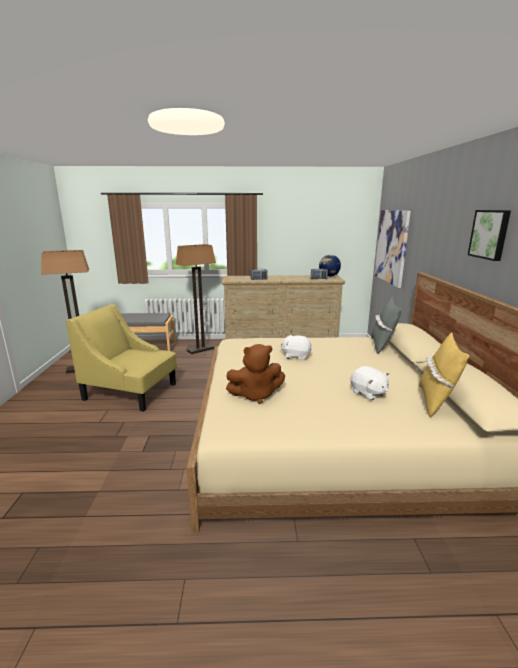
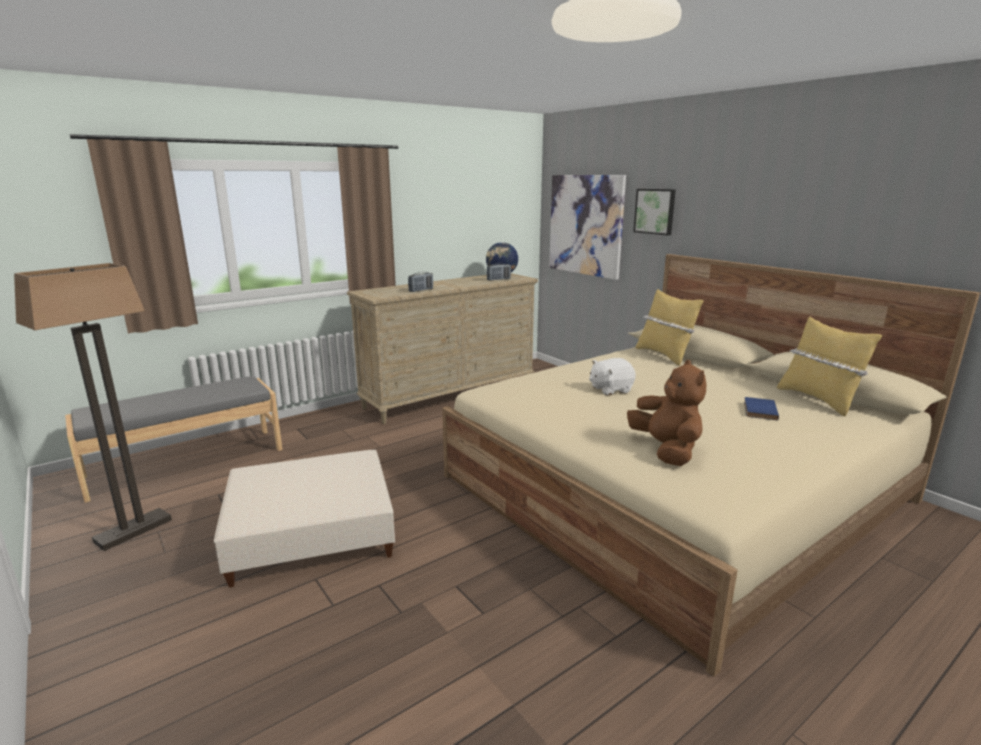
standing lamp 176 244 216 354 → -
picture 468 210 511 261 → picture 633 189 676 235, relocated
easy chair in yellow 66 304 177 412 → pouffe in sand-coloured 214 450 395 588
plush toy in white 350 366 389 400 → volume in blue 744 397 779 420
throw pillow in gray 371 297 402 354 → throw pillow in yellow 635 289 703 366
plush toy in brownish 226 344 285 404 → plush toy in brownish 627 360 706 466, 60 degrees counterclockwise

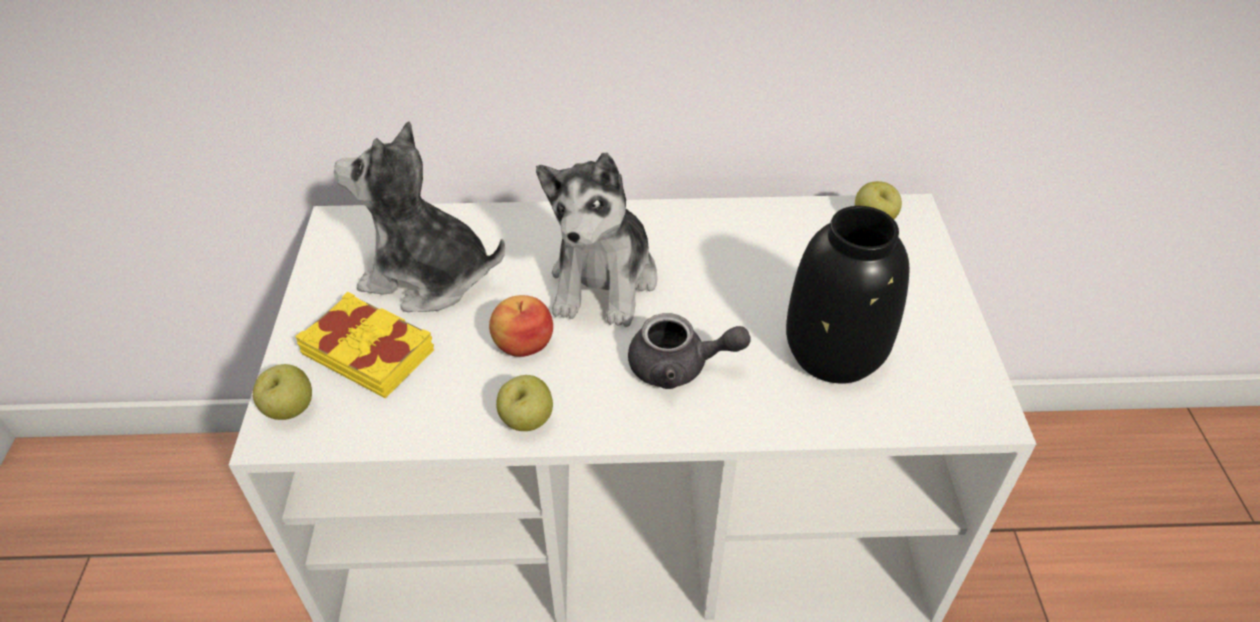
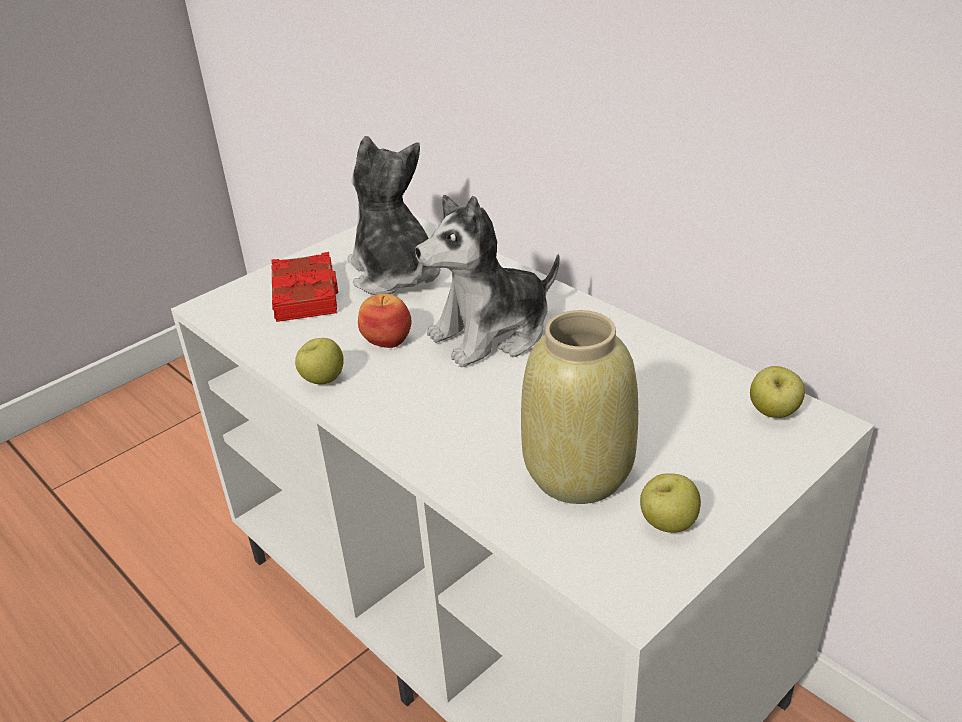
teapot in gray 628 313 751 389 → -
apple fruit 253 364 312 420 → apple fruit 640 473 701 533, relocated
volume in yellow 295 292 434 398 → volume in red 272 252 338 322
decorative vase in black 786 206 909 384 → decorative vase in sand-coloured 521 310 638 504

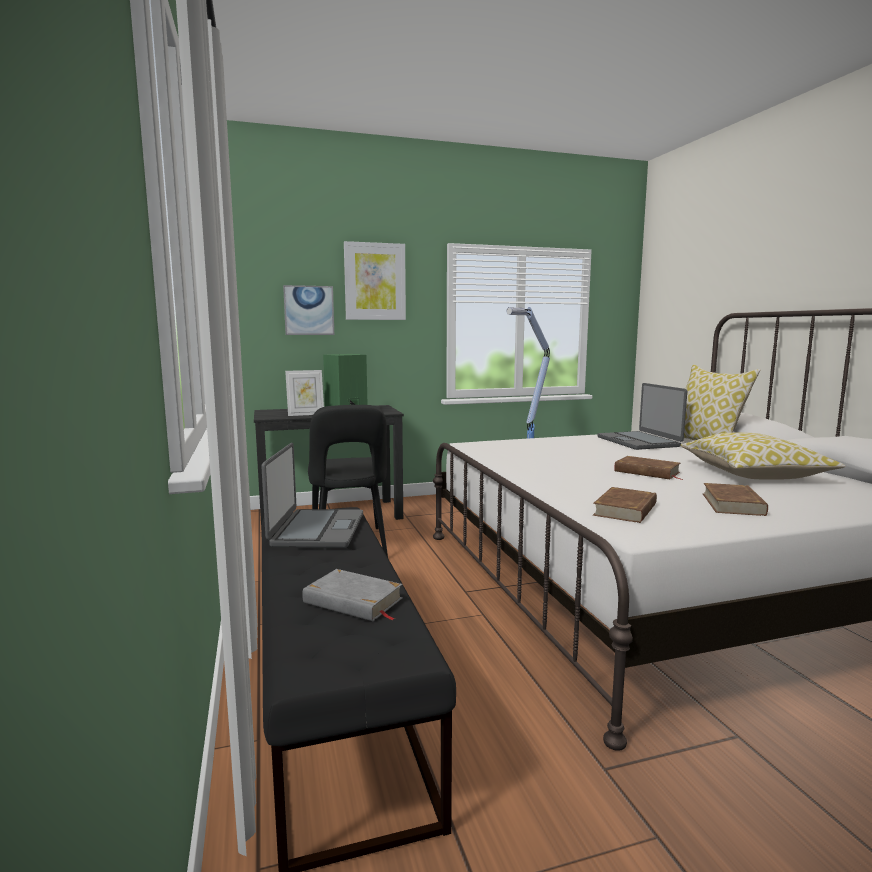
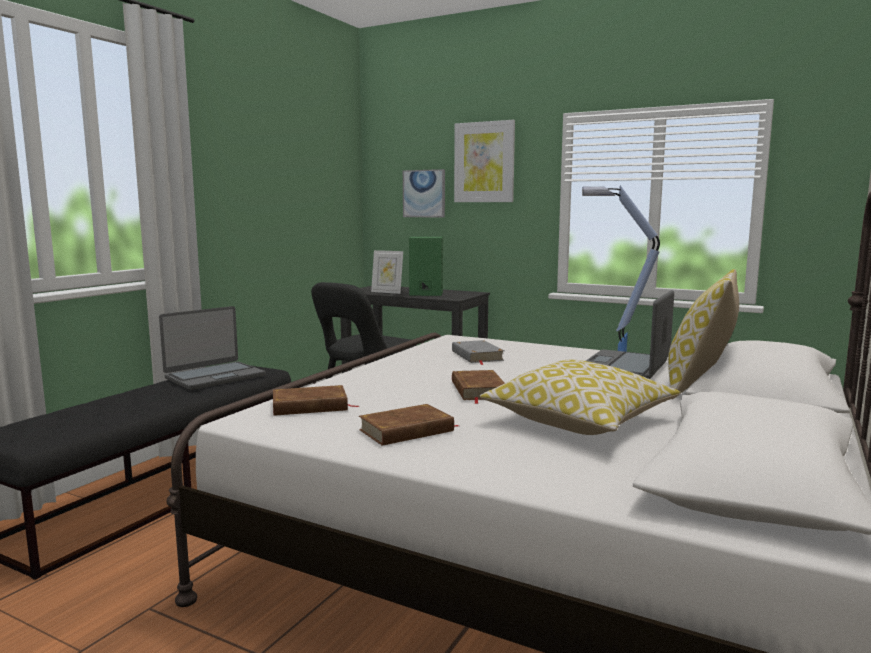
volume in gray 302 569 403 621 → volume in gray 452 340 504 365, relocated

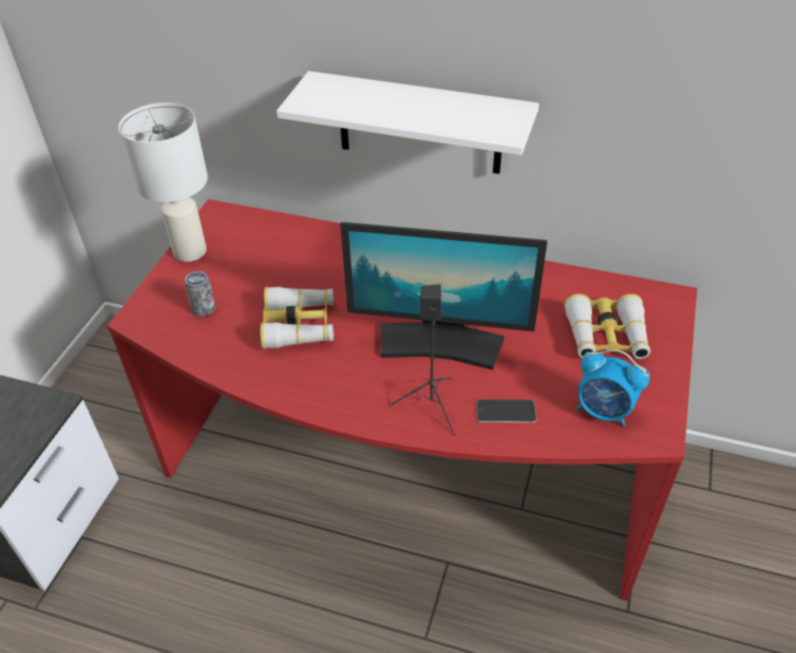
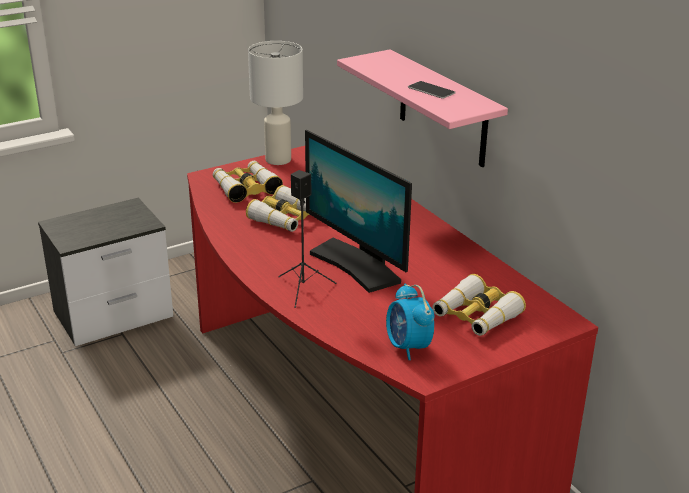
handset 476 400 537 423 → handset 408 81 456 99, relocated
sealed can 185 271 216 316 → pair of binoculars 213 161 283 203
wall shelf in white 277 71 539 174 → wall shelf in pink-coloured 337 49 508 167

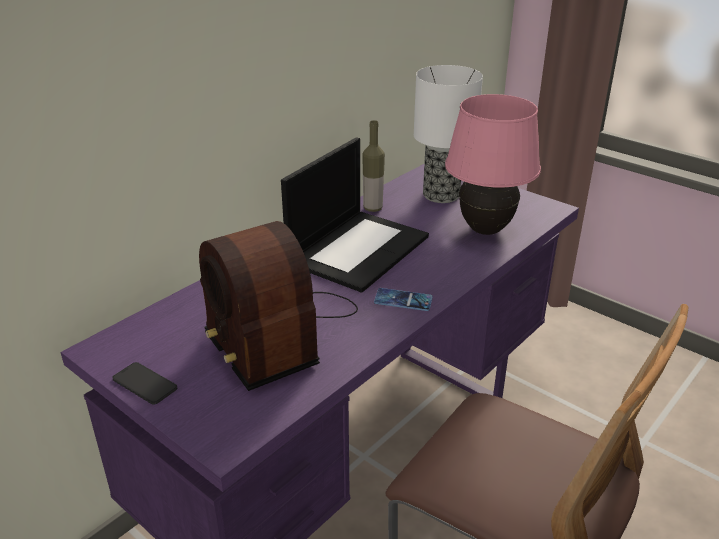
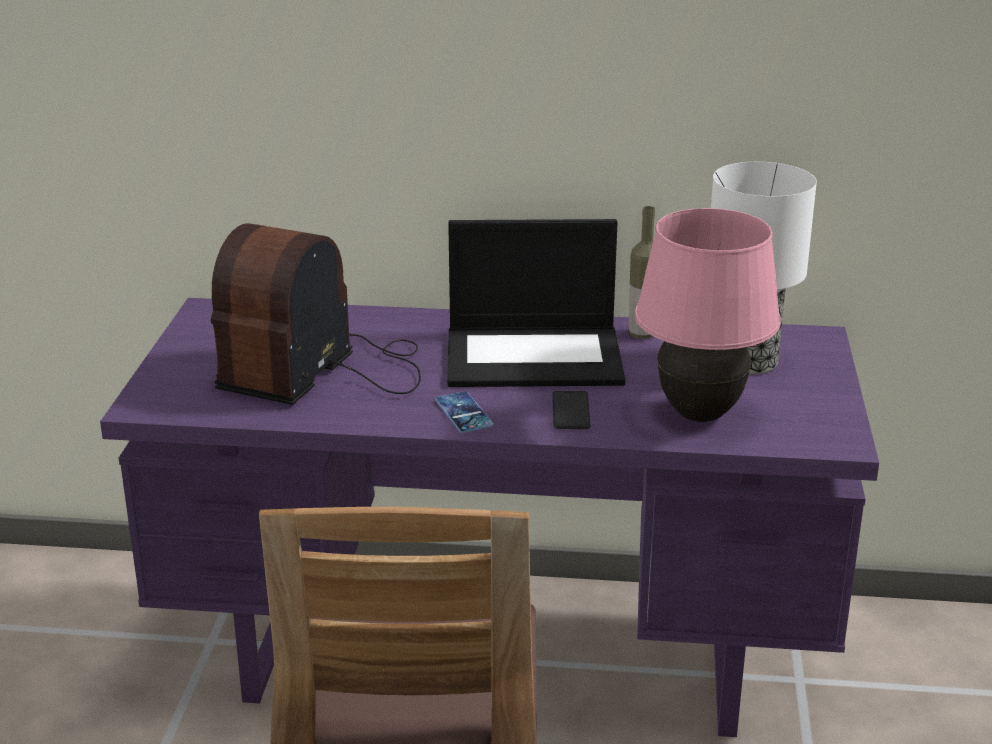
handset 112 362 177 405 → handset 552 391 591 429, relocated

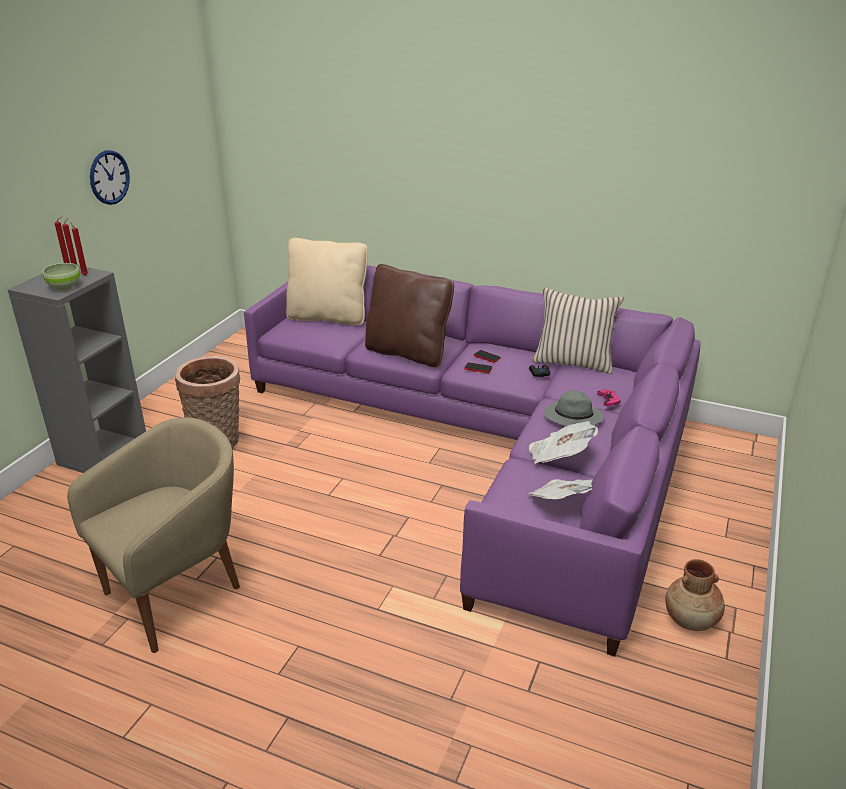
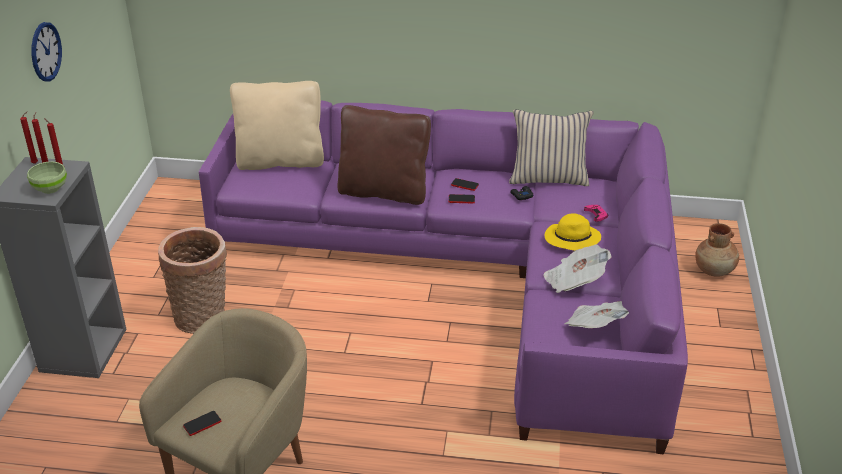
- → handset 183 411 221 436
decorative vase in brownish 666 559 725 631 → decorative vase in brownish 695 223 739 277, relocated
clothing hat in gray 544 390 604 426 → clothing hat in yellow 545 213 601 250

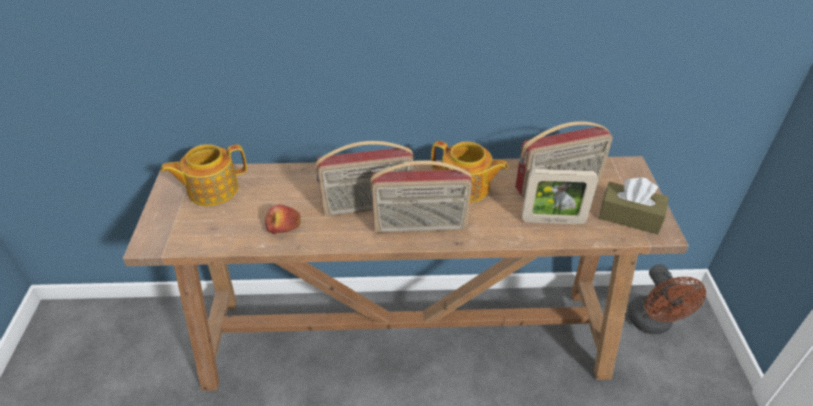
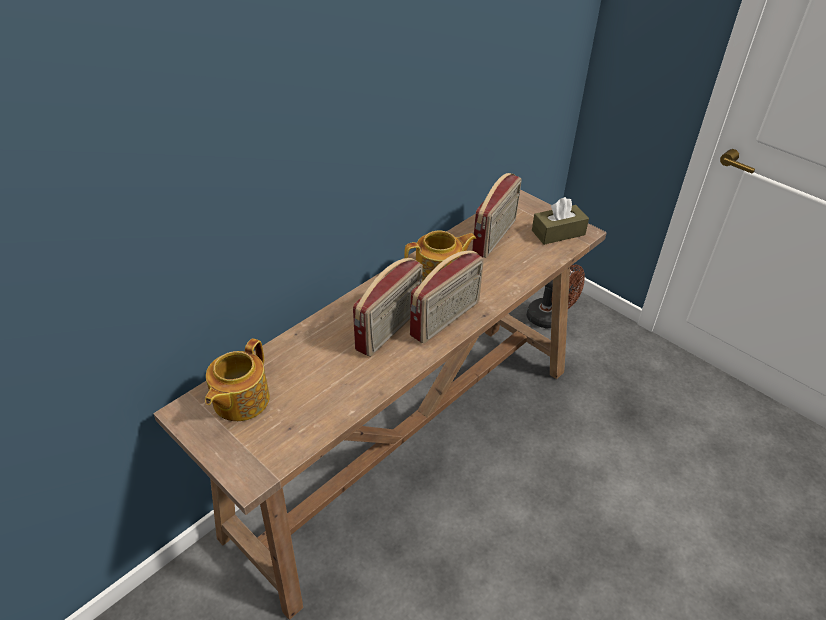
apple fruit 265 205 301 234 → -
picture frame 522 169 598 224 → -

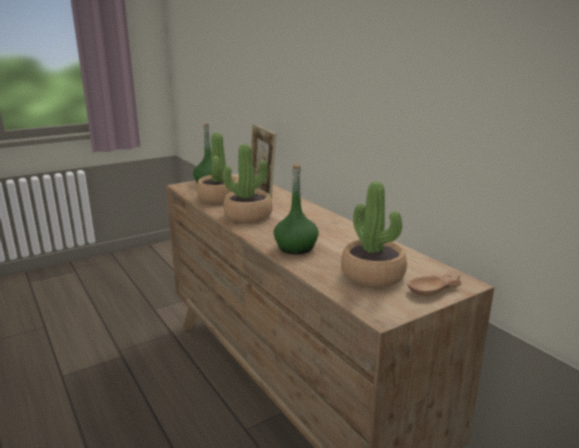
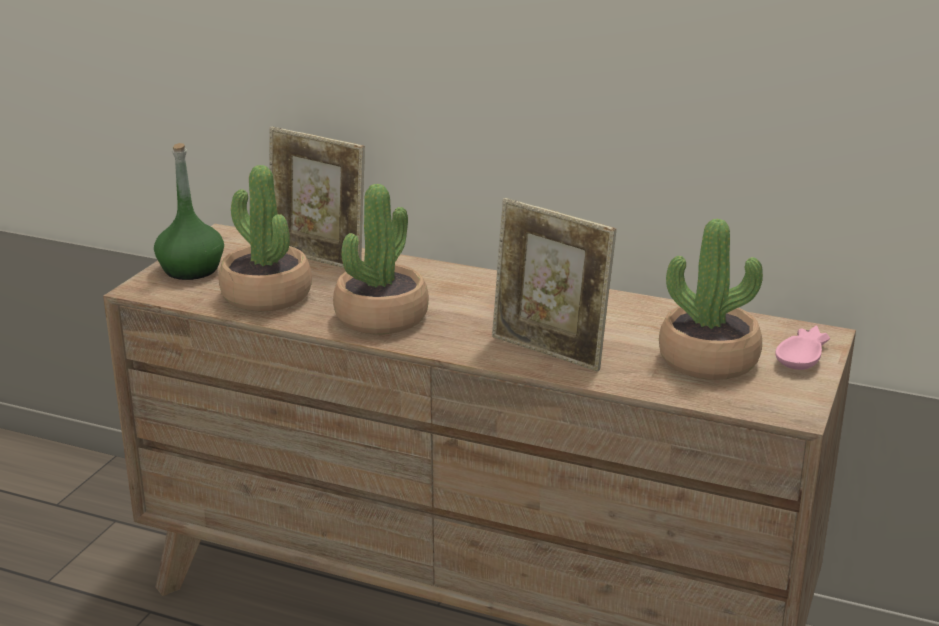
beverage bottle in green-coloured 274 164 319 254 → picture frame 492 198 616 372
deep dish in brownish 407 274 462 296 → deep dish in pink-coloured 775 325 830 370

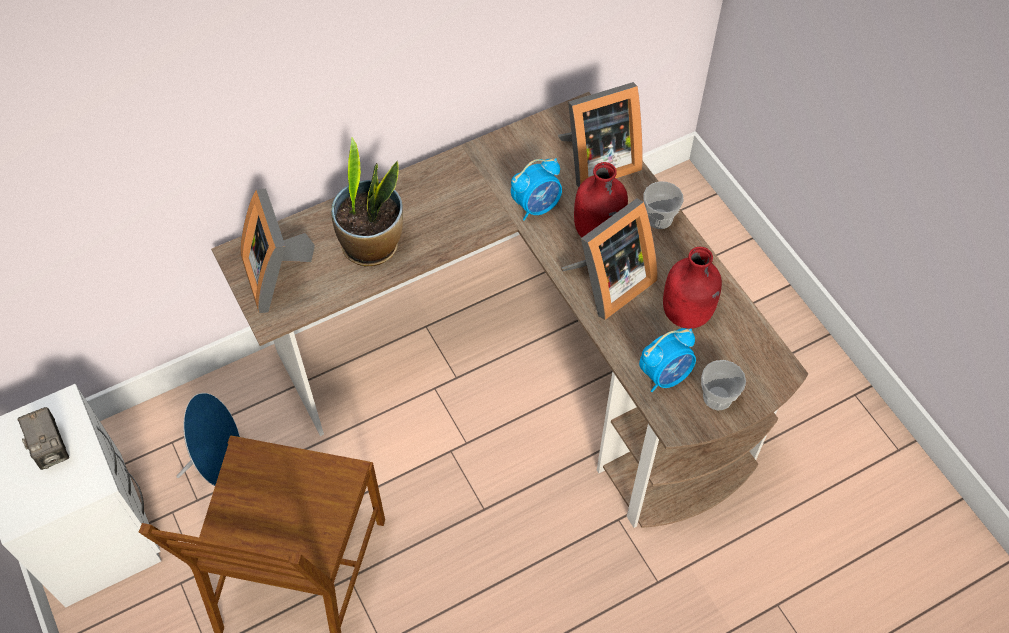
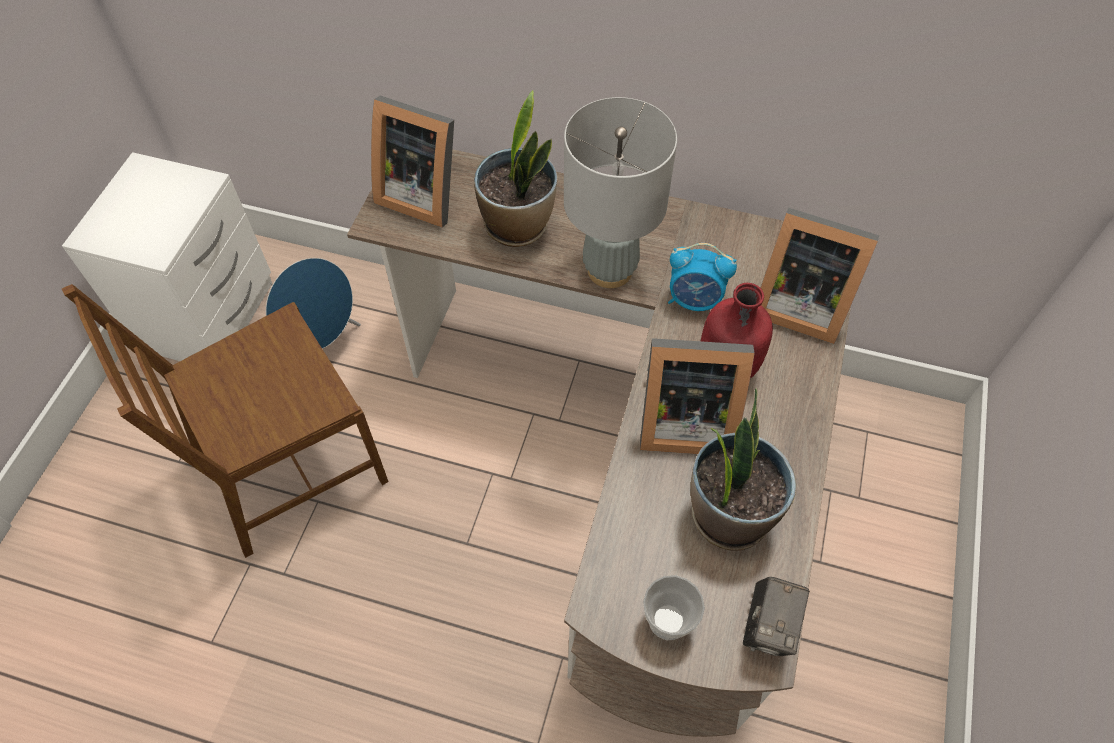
table clock 639 328 696 392 → -
small cup 643 181 684 229 → -
- → lamp for a table in gray 564 97 677 288
still camera 18 407 69 470 → still camera 743 577 810 656, relocated
beverage bottle in red 663 247 722 329 → potted plant 691 388 796 551
picture frame 240 189 315 313 → picture frame 371 95 454 228, 90 degrees counterclockwise

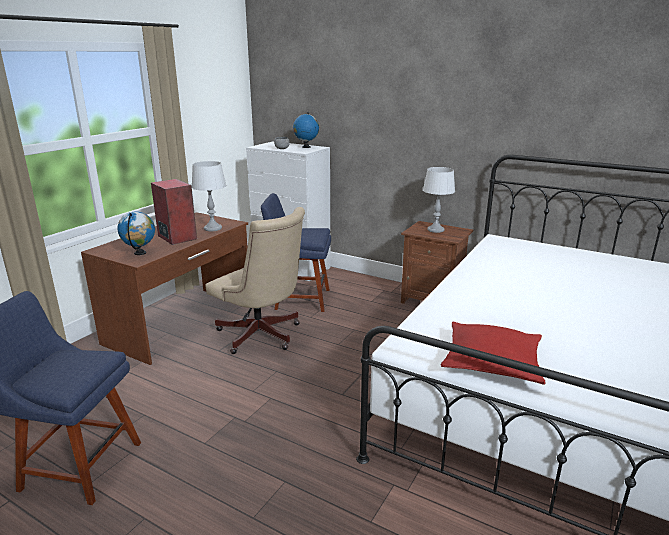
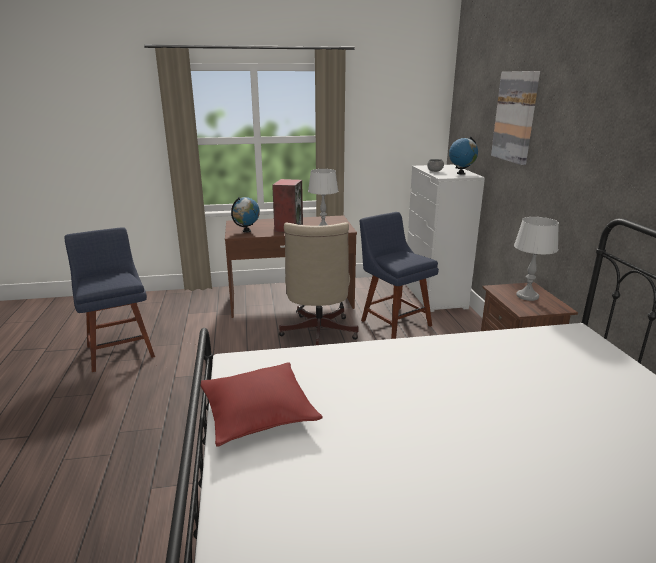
- → picture 491 71 540 165

